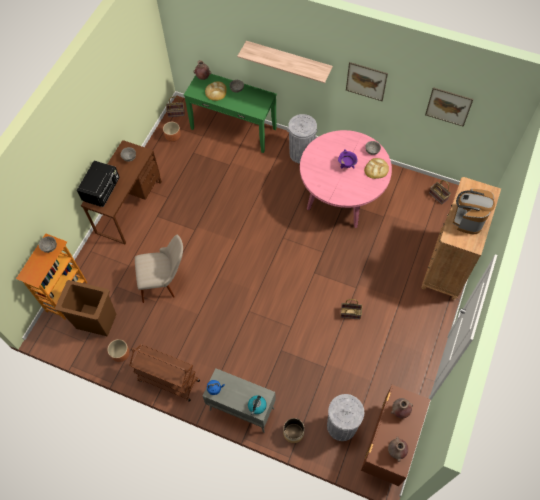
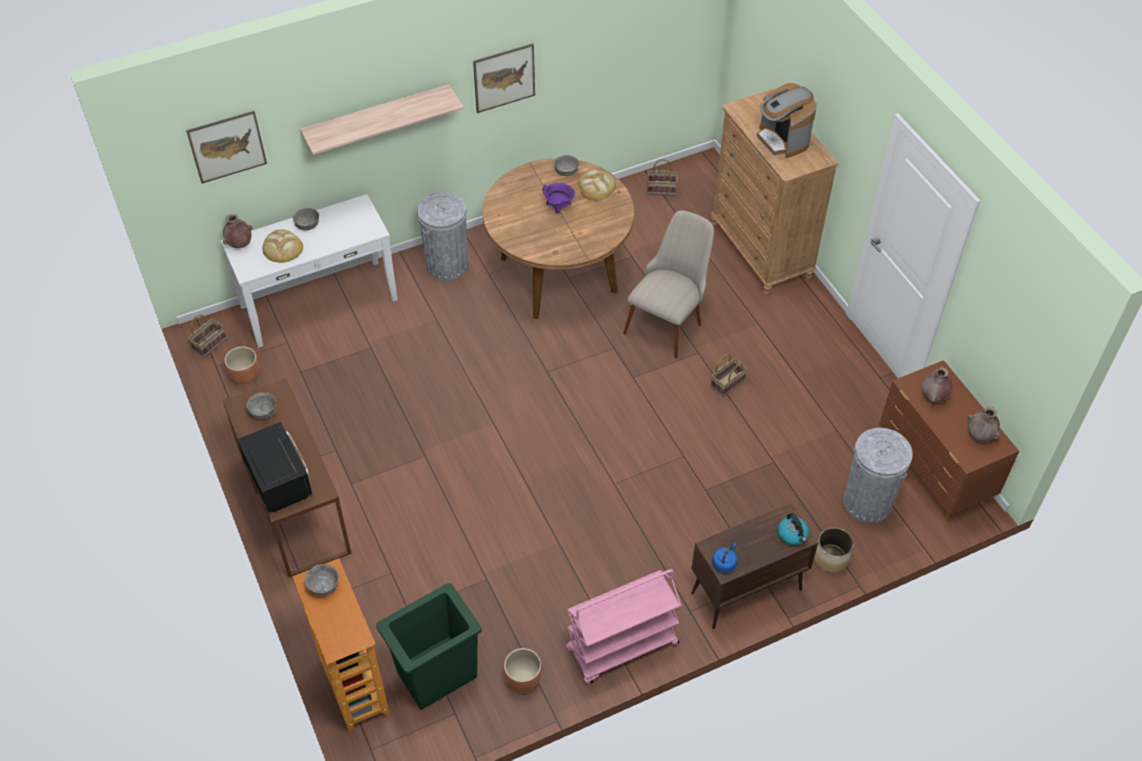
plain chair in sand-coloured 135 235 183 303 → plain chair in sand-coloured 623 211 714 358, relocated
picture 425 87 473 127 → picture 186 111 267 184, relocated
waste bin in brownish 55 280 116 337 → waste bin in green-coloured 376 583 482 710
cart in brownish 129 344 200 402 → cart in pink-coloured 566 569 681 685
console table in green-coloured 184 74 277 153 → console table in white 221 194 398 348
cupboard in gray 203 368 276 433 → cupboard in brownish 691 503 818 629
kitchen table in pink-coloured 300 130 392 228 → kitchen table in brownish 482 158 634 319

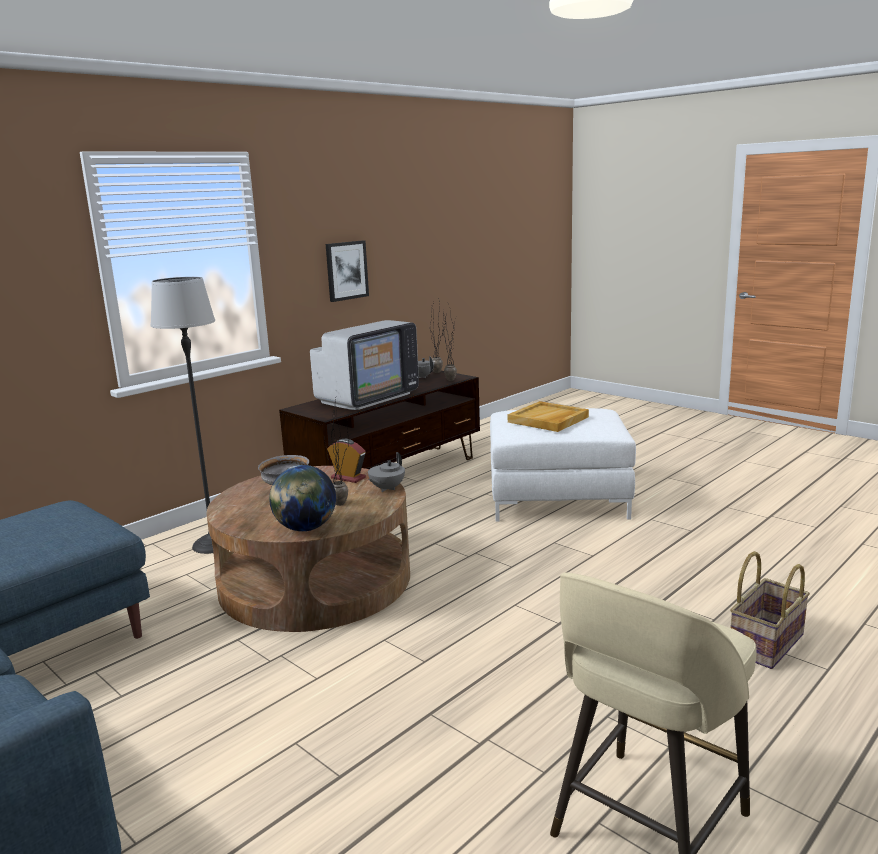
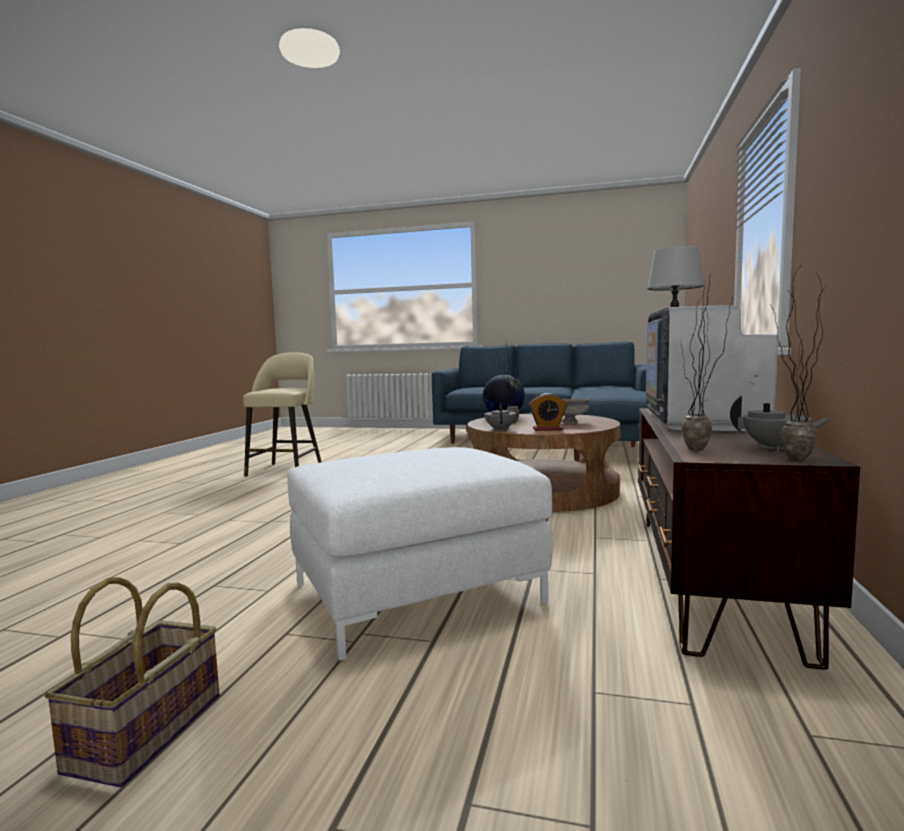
picture 326 240 369 302 → -
carrying tray in sand-coloured 508 401 589 432 → -
basket 730 551 810 669 → basket 45 577 220 787, relocated

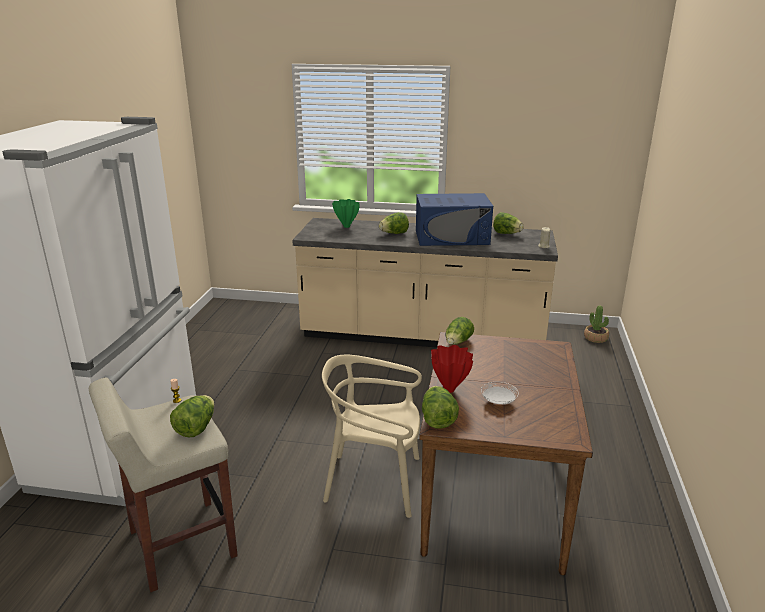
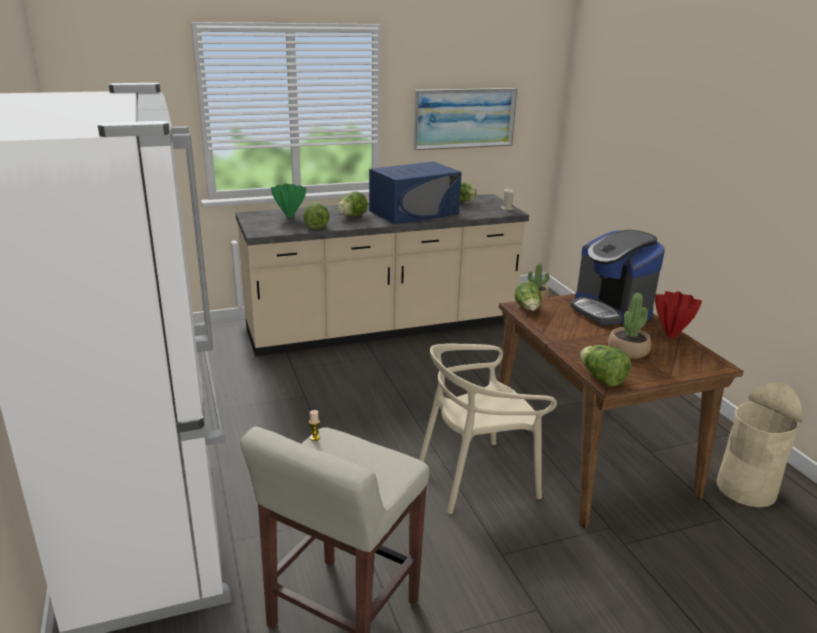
- → picture 414 88 517 150
- → coffee maker 570 230 665 326
- → waste bin in sand-coloured 717 382 803 507
lettuce head 170 395 214 437 → lettuce head 303 202 329 230, relocated
decorative vase in red 431 345 473 393 → decorative vase in red 655 291 702 338, relocated
plate in white 481 382 519 404 → potted plant 608 293 651 359

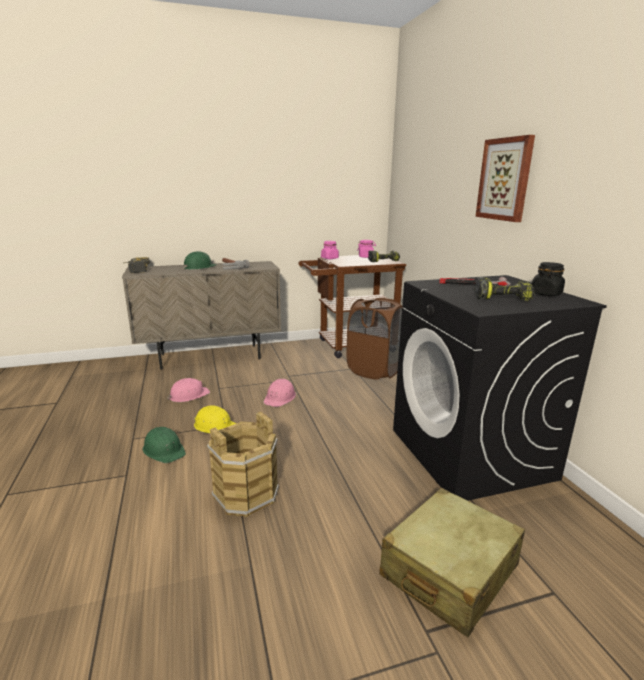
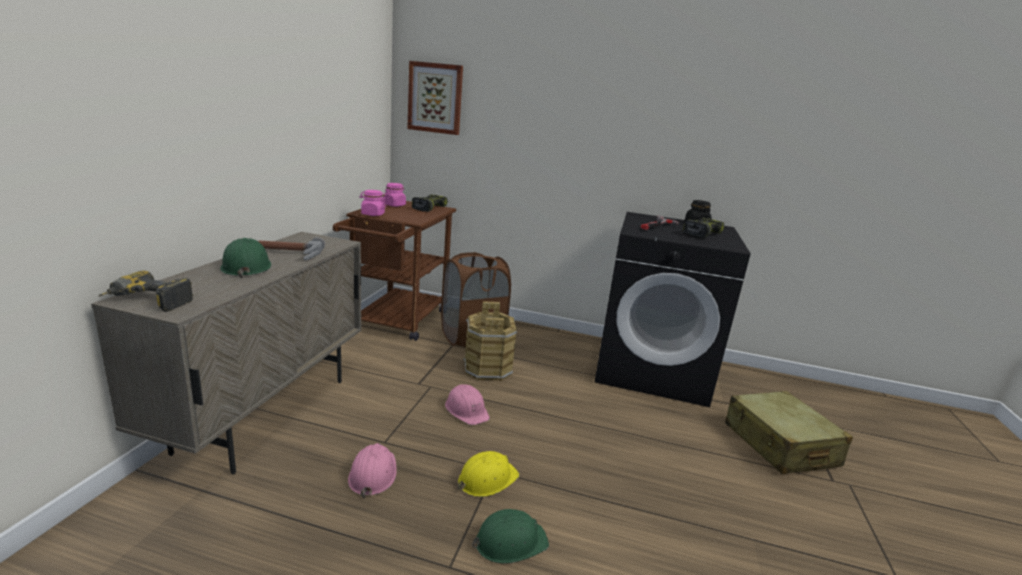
pail in brownish 207 411 279 517 → pail in brownish 463 301 517 381, relocated
picture 475 135 535 222 → picture 407 61 463 135, relocated

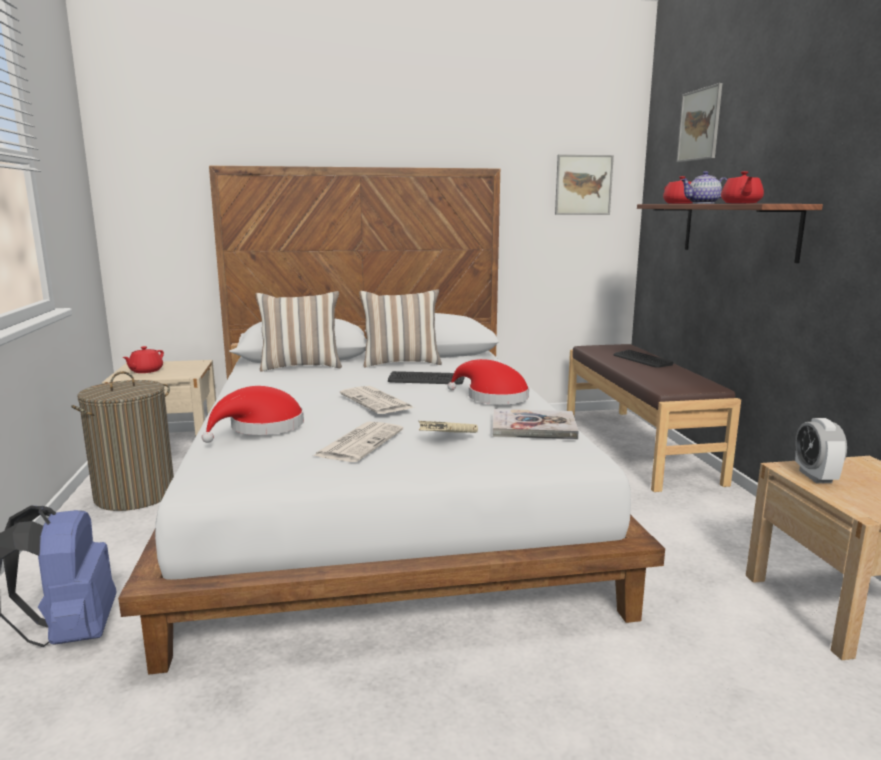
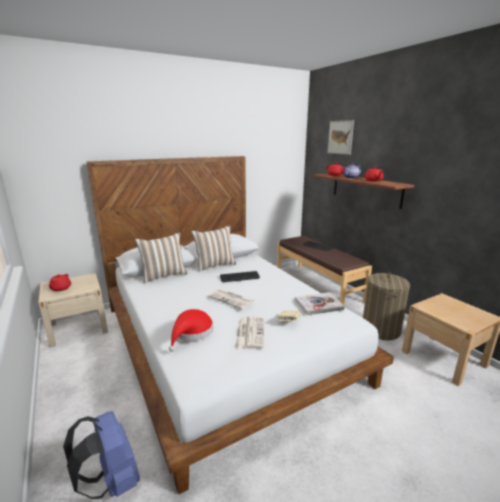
clothing hat in red 448 359 529 404 → -
picture 555 154 614 215 → -
table clock 795 418 847 483 → -
washing basket 71 371 174 511 → washing basket 363 272 410 340, relocated

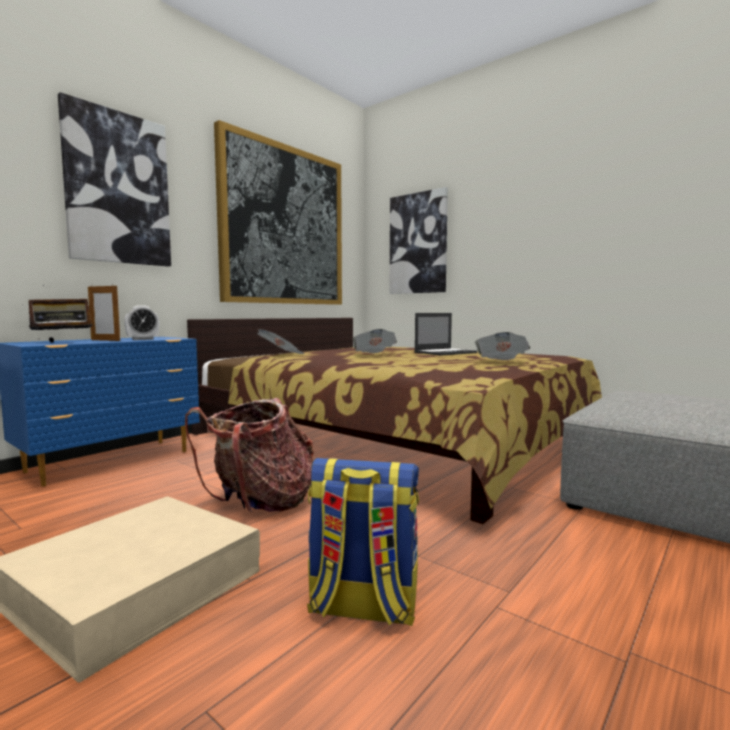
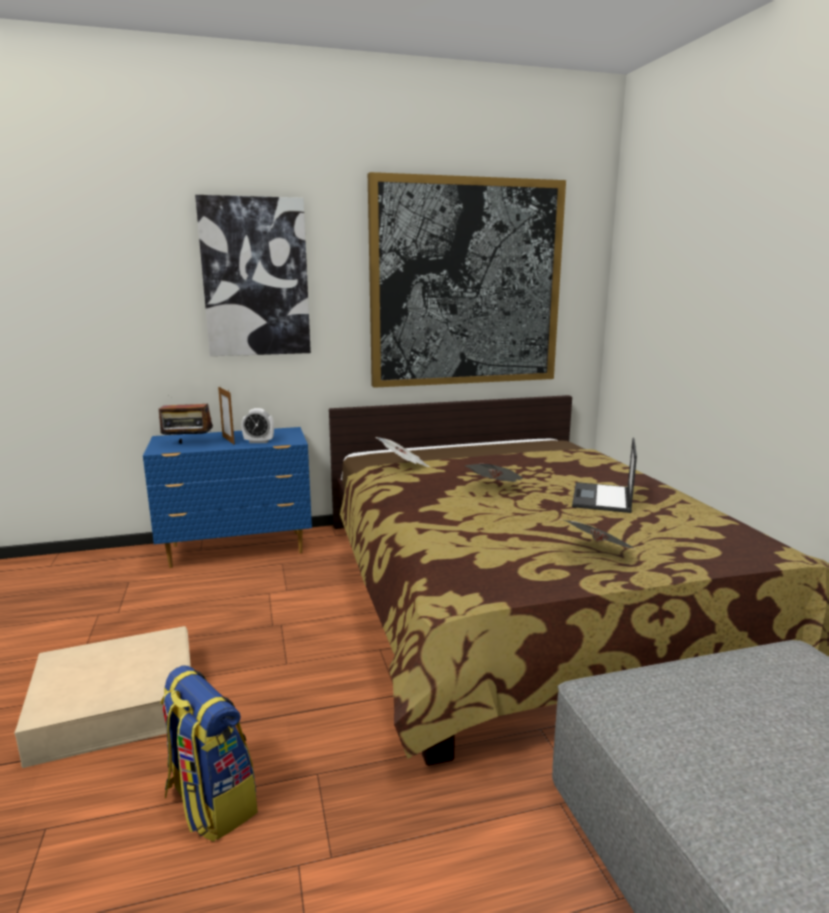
knapsack 185 398 314 513 → -
picture 390 187 448 294 → -
laptop 414 313 477 355 → laptop 572 438 637 513, 105 degrees clockwise

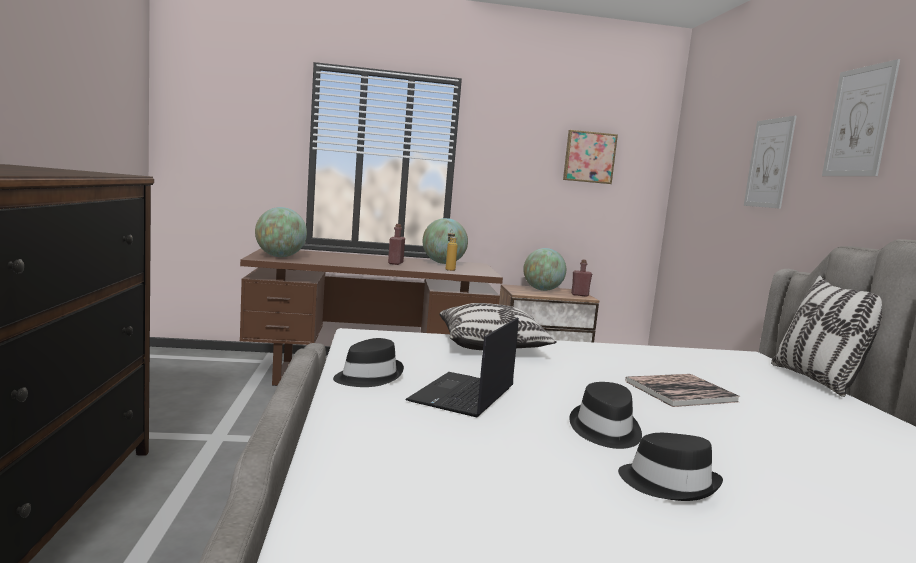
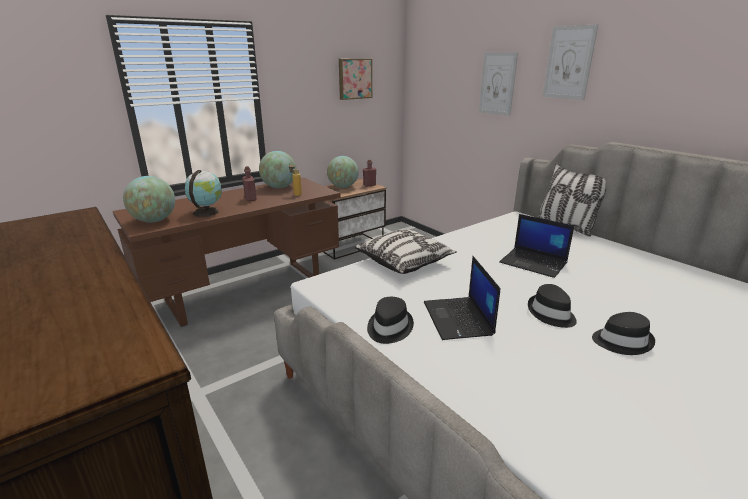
- → desk globe 185 170 222 217
volume 625 374 741 407 → laptop 499 214 574 278

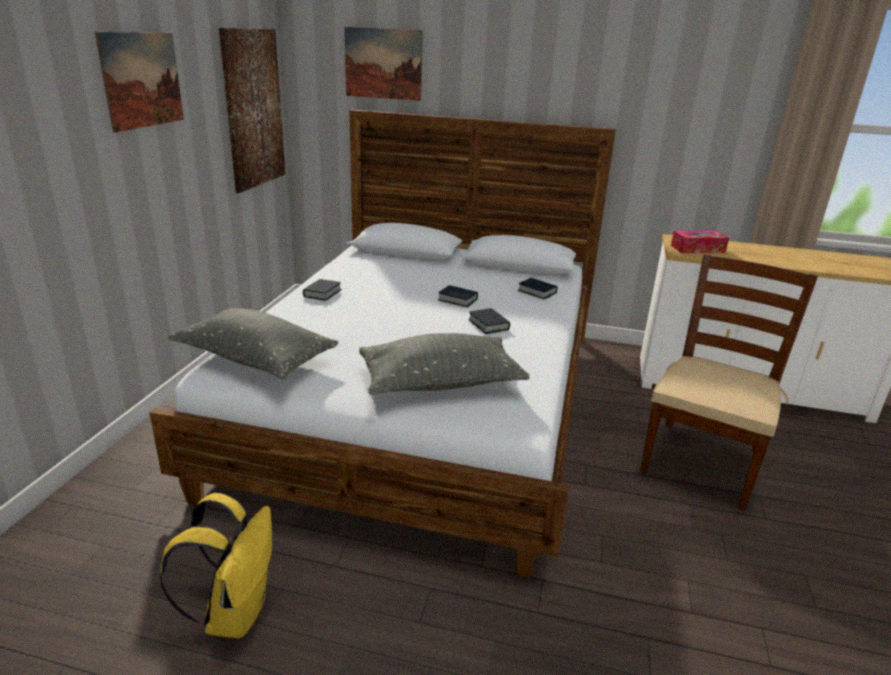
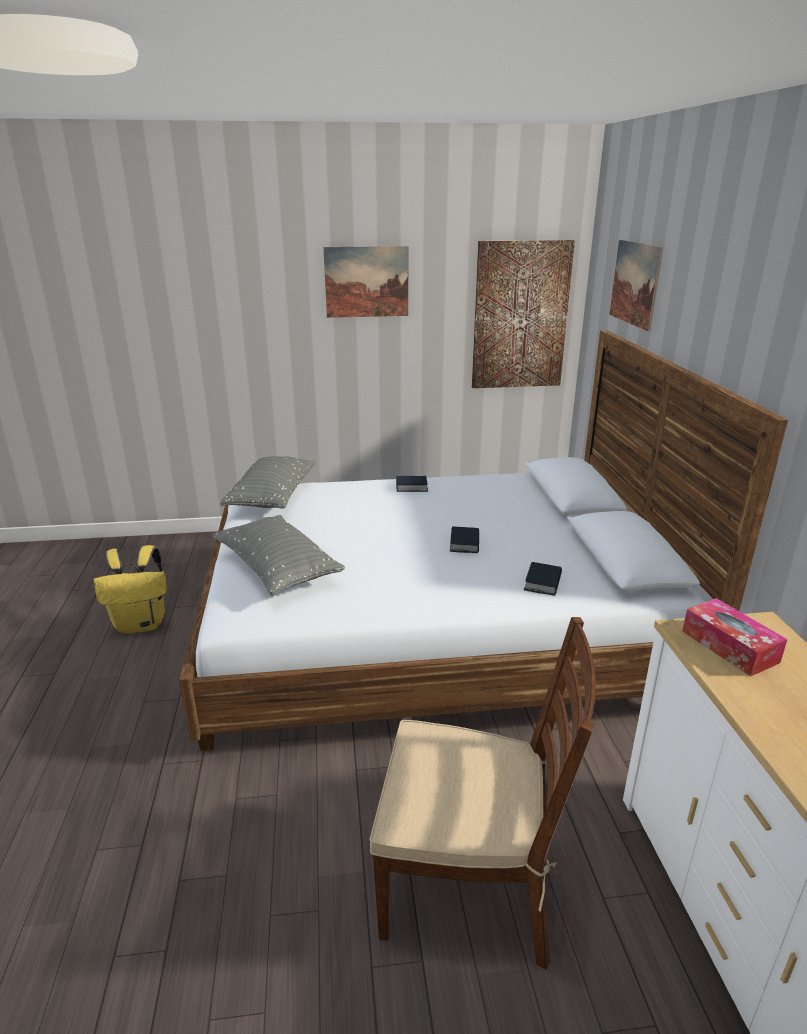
volume 468 308 510 334 → -

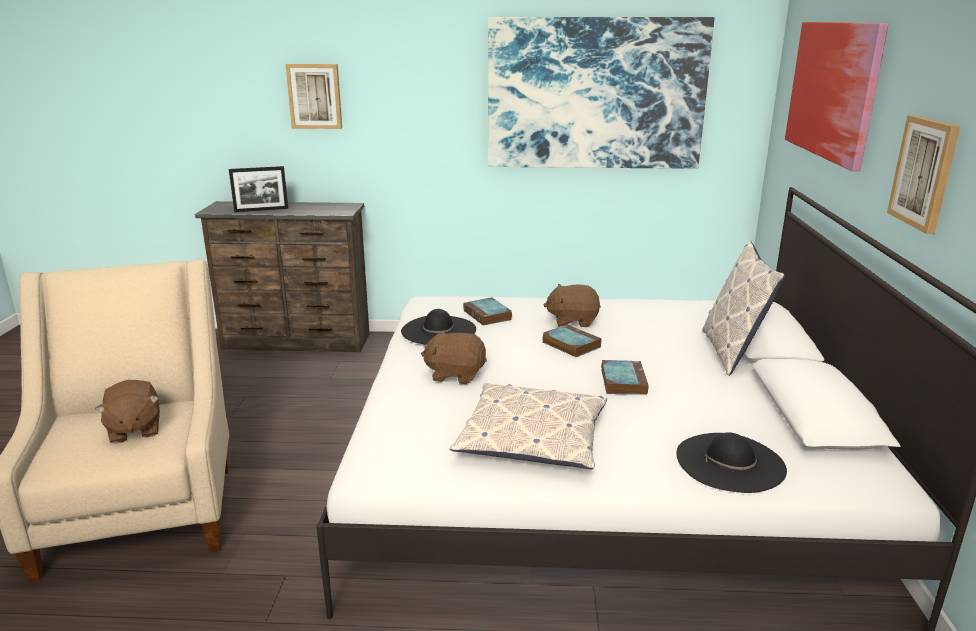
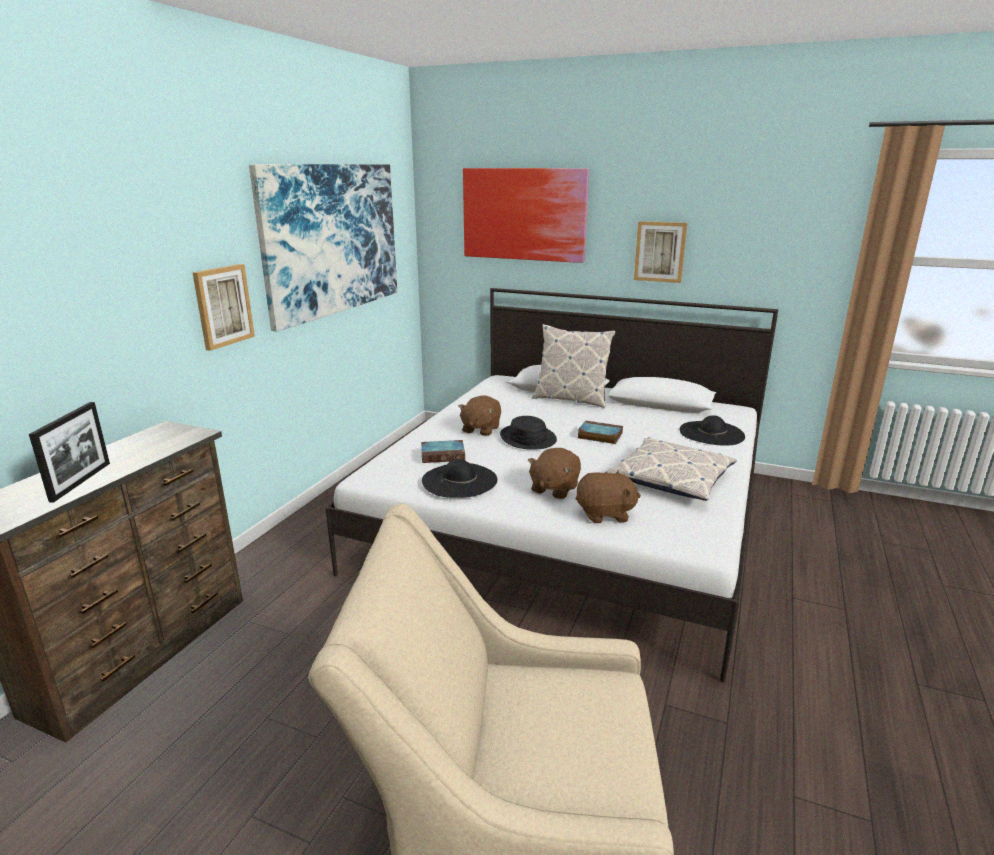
plush toy in brownish 95 380 160 444 → plush toy in brownish 576 470 641 523, relocated
picture 285 64 342 129 → picture 193 264 255 351, relocated
volume 542 324 601 357 → clothing hat in black 500 416 557 450

